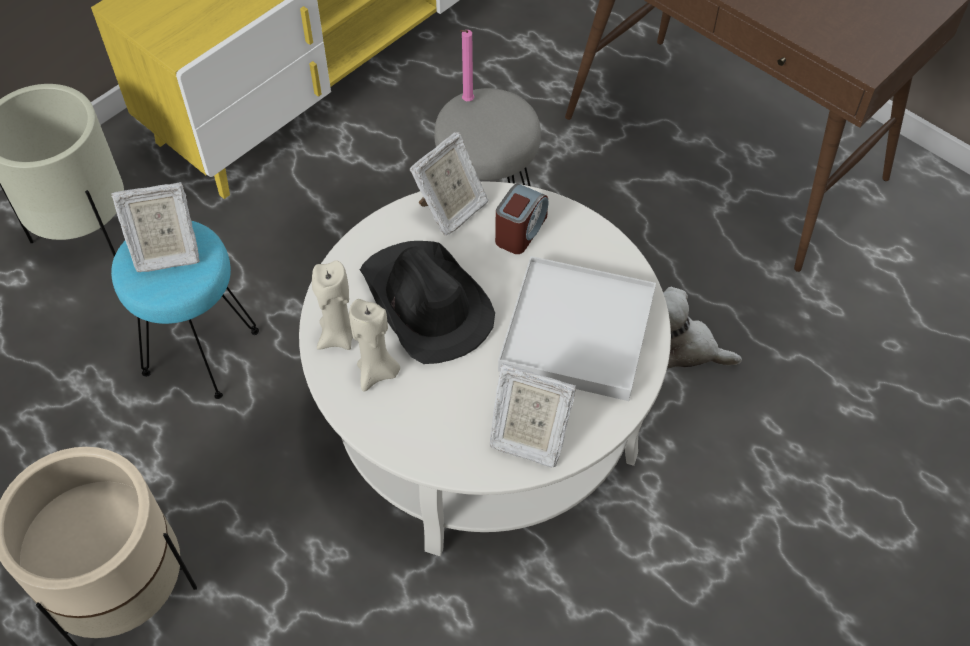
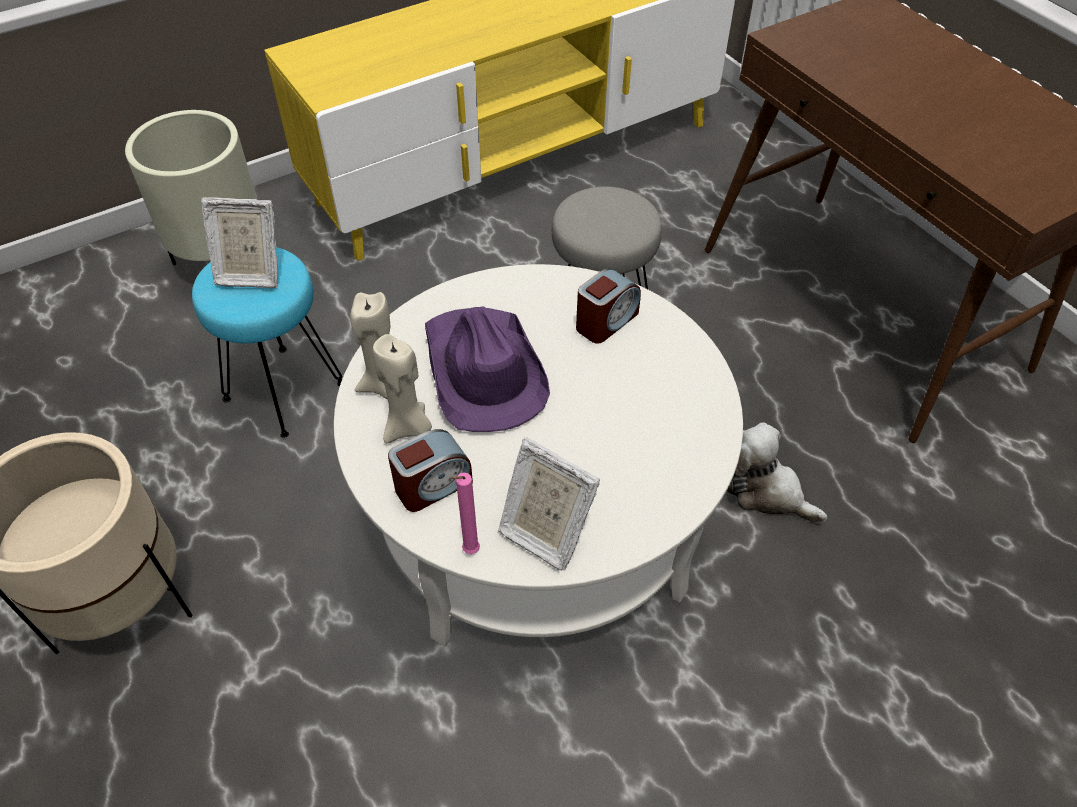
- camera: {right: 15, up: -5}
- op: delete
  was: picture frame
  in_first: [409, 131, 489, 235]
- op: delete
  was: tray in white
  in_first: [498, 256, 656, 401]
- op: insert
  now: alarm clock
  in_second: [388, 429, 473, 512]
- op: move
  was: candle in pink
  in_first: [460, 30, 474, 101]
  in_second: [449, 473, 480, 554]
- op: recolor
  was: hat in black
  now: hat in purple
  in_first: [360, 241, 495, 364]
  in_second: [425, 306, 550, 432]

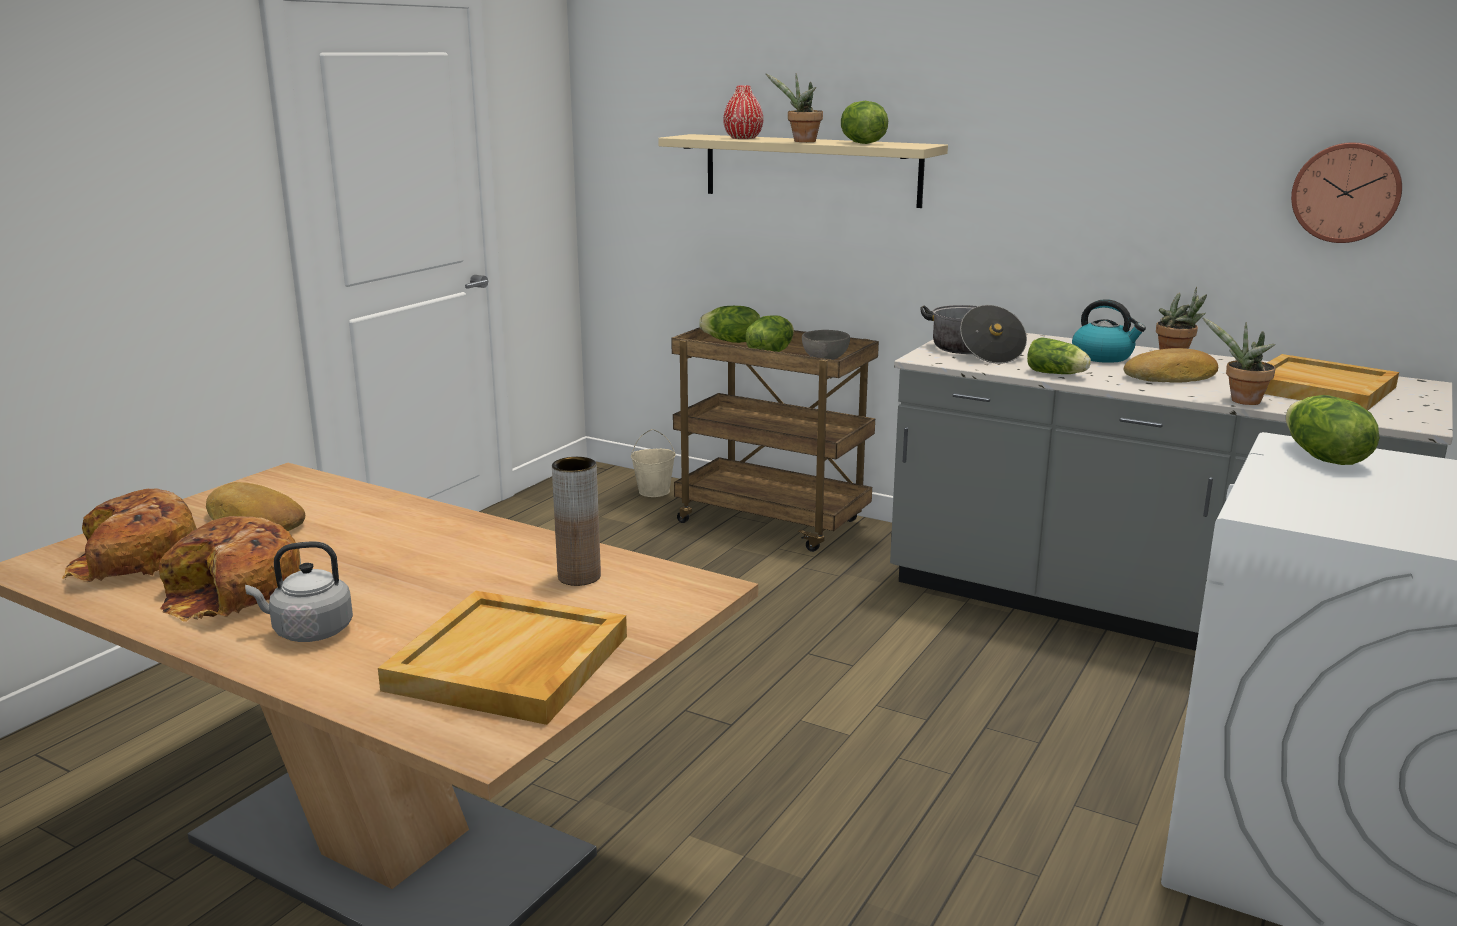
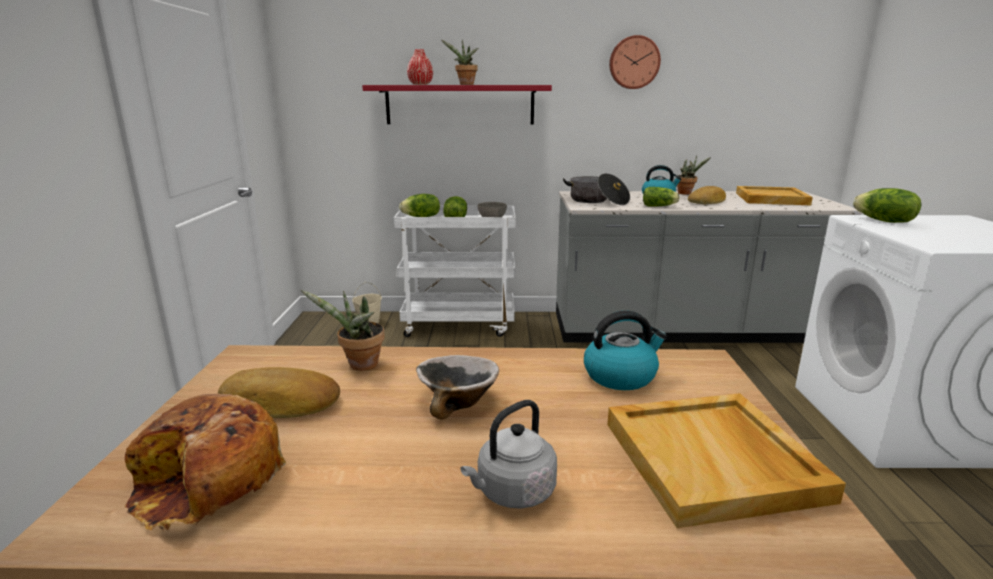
- camera: {right: -30, up: 0}
- op: delete
  was: bread
  in_first: [159, 516, 301, 622]
- op: delete
  was: lettuce
  in_first: [841, 101, 888, 144]
- op: insert
  now: bowl
  in_second: [416, 355, 499, 420]
- op: move
  was: potted plant
  in_first: [1202, 317, 1276, 405]
  in_second: [301, 290, 385, 371]
- op: move
  was: wall clock
  in_first: [1291, 142, 1402, 243]
  in_second: [609, 35, 661, 89]
- op: replace
  was: vase in brown
  now: kettle
  in_first: [552, 457, 601, 586]
  in_second: [584, 311, 668, 390]
- op: recolor
  was: shelf in beige
  now: shelf in red
  in_first: [658, 134, 948, 208]
  in_second: [362, 85, 552, 124]
- op: recolor
  was: cart in brown
  now: cart in white
  in_first: [671, 327, 879, 552]
  in_second: [393, 206, 516, 337]

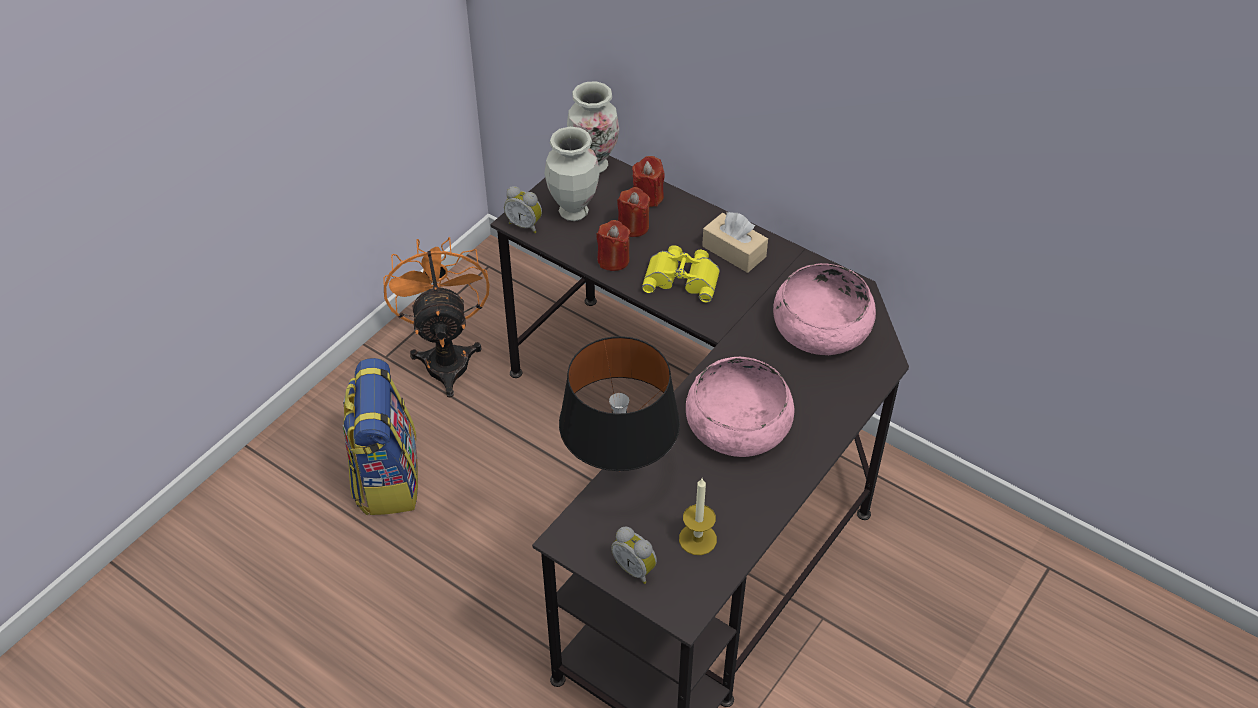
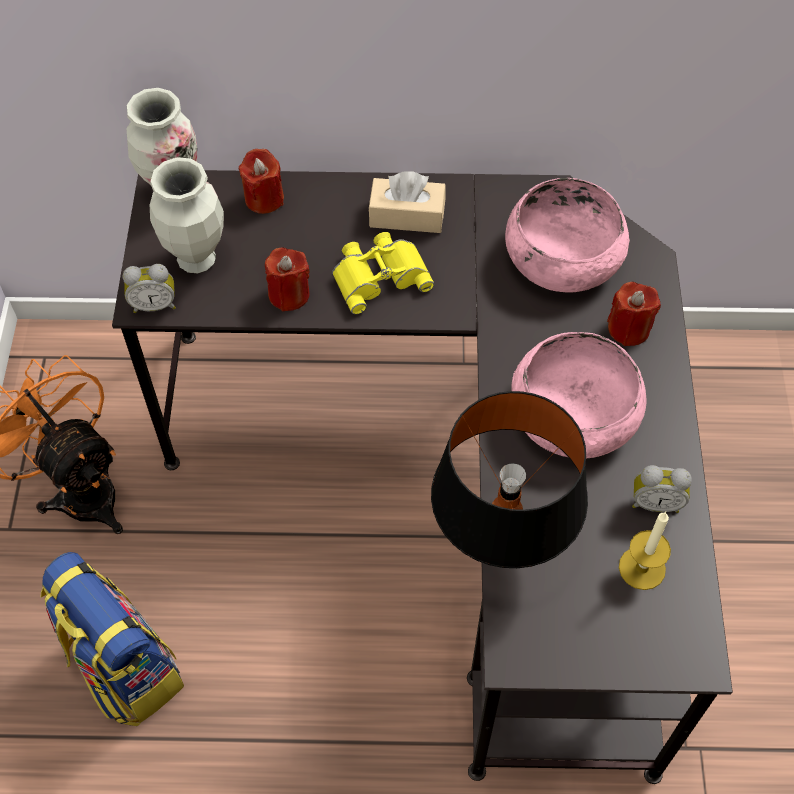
- camera: {right: -35, up: 10}
- op: move
  was: alarm clock
  in_first: [611, 526, 657, 584]
  in_second: [632, 465, 692, 513]
- op: move
  was: candle in red
  in_first: [617, 187, 650, 237]
  in_second: [607, 282, 661, 346]

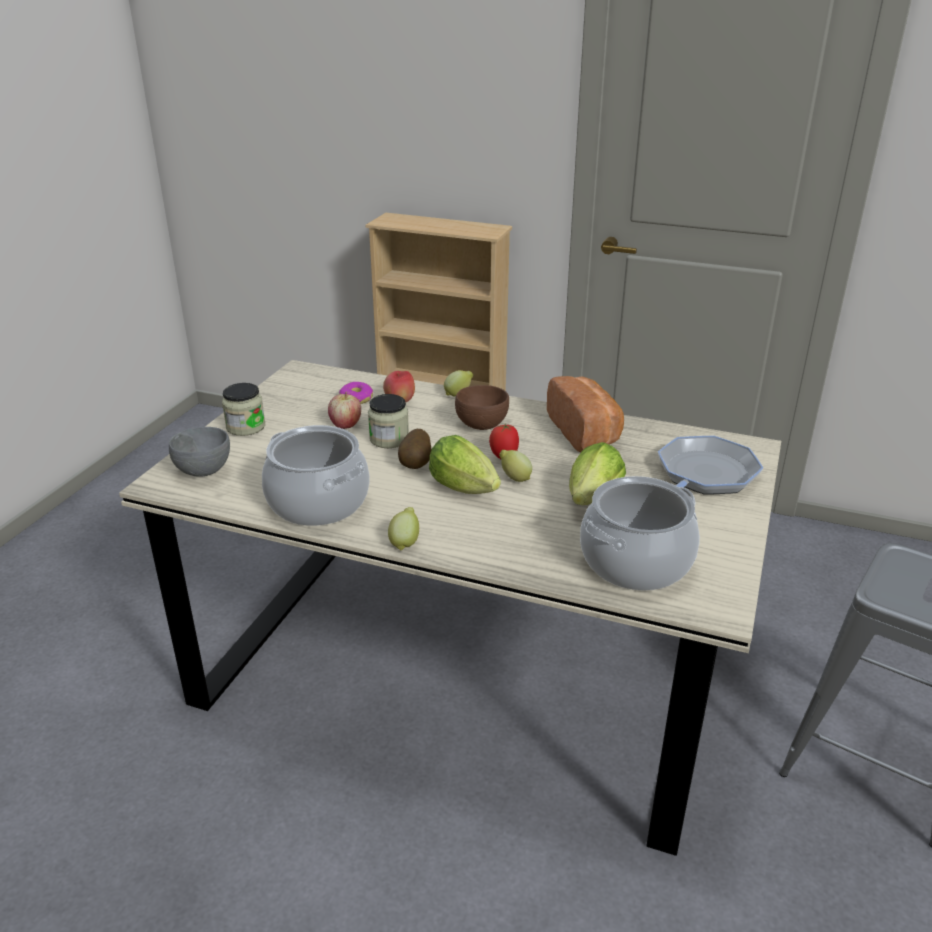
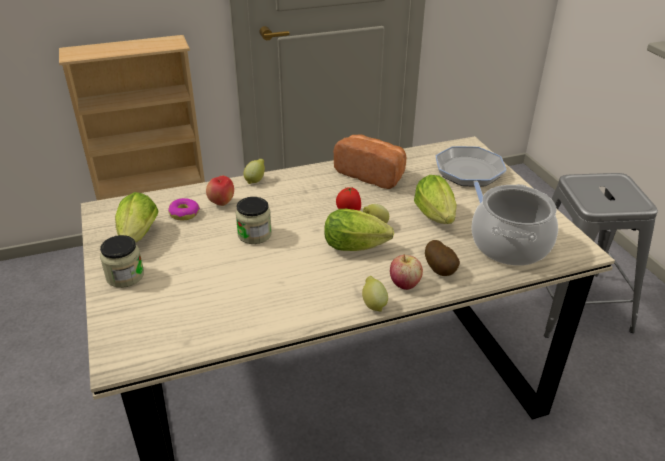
- camera: {right: -40, up: 5}
- op: delete
  was: bowl in grey
  in_first: [169, 427, 230, 477]
- op: delete
  was: cooking pot
  in_first: [262, 425, 370, 526]
- op: delete
  was: bowl in brown
  in_first: [455, 385, 509, 430]
- op: insert
  now: lettuce
  in_second: [115, 192, 159, 242]
- op: move
  was: apple
  in_first: [328, 392, 361, 429]
  in_second: [390, 254, 423, 290]
- op: move
  was: potato
  in_first: [398, 429, 432, 469]
  in_second: [425, 240, 460, 276]

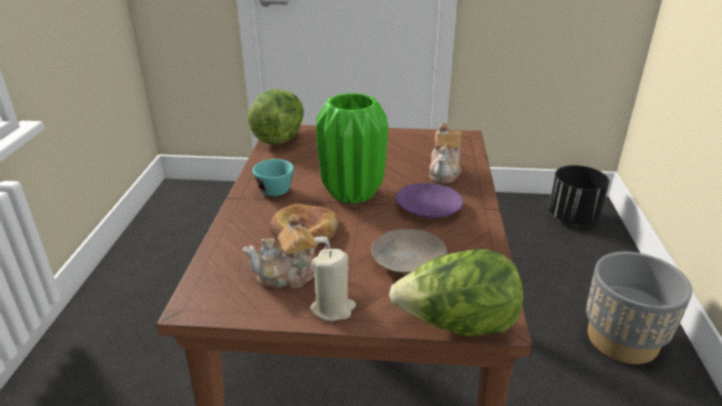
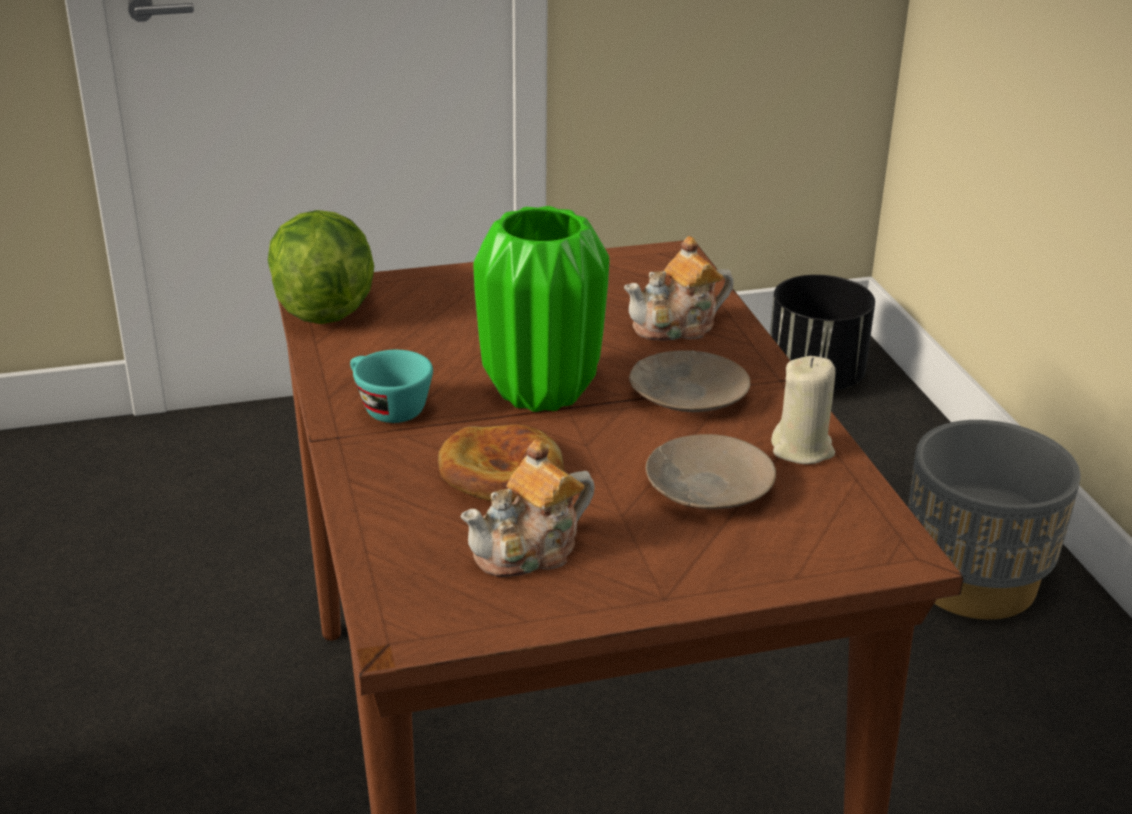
- camera: {right: -20, up: 0}
- op: delete
  was: lettuce
  in_first: [389, 249, 523, 336]
- op: move
  was: candle in beige
  in_first: [310, 249, 356, 321]
  in_second: [771, 356, 835, 464]
- op: recolor
  was: plate in purple
  now: plate in beige
  in_first: [396, 183, 463, 218]
  in_second: [629, 350, 750, 412]
- op: rotate
  was: teapot
  in_first: [429, 123, 462, 184]
  in_second: [624, 236, 734, 341]
  clockwise: 75

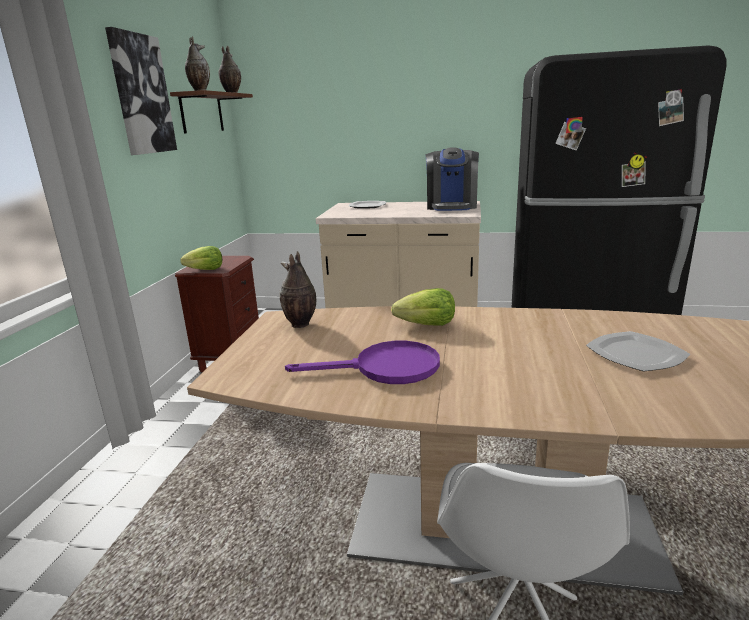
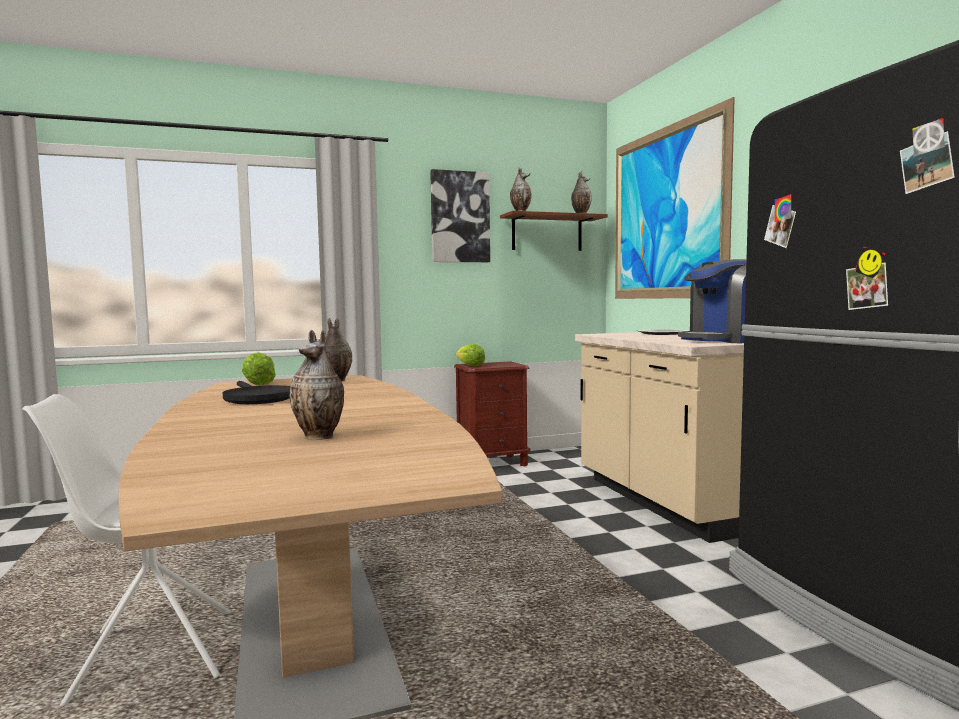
- camera: {right: 60, up: -15}
- op: insert
  now: picture
  in_second: [615, 97, 735, 299]
- op: move
  was: lettuce
  in_first: [391, 288, 455, 326]
  in_second: [242, 352, 276, 385]
- op: replace
  was: plate
  now: vase
  in_first: [586, 331, 690, 371]
  in_second: [290, 329, 344, 440]
- op: recolor
  was: frying pan in purple
  now: frying pan in black
  in_first: [285, 341, 440, 384]
  in_second: [223, 381, 290, 404]

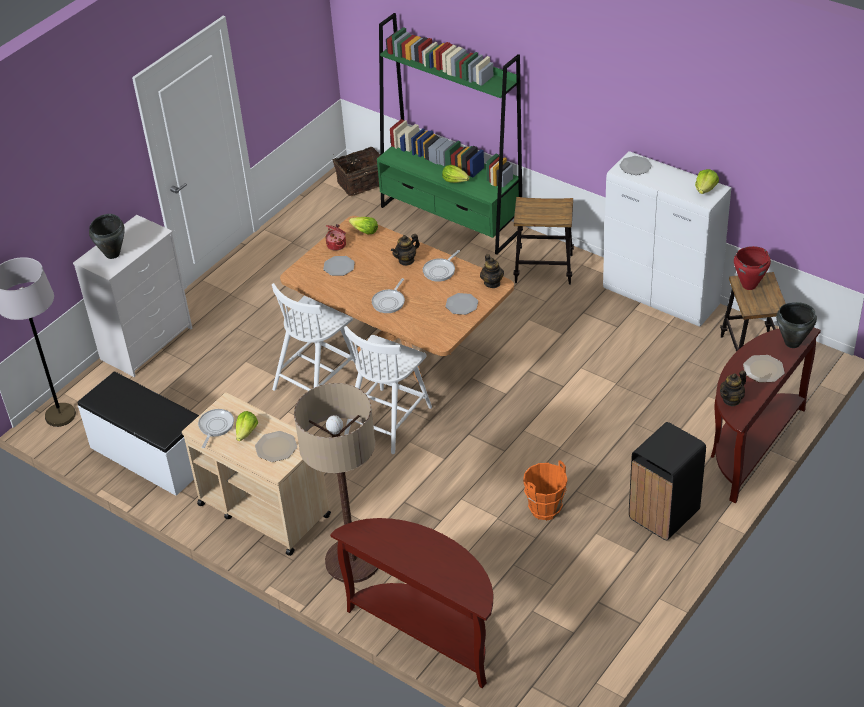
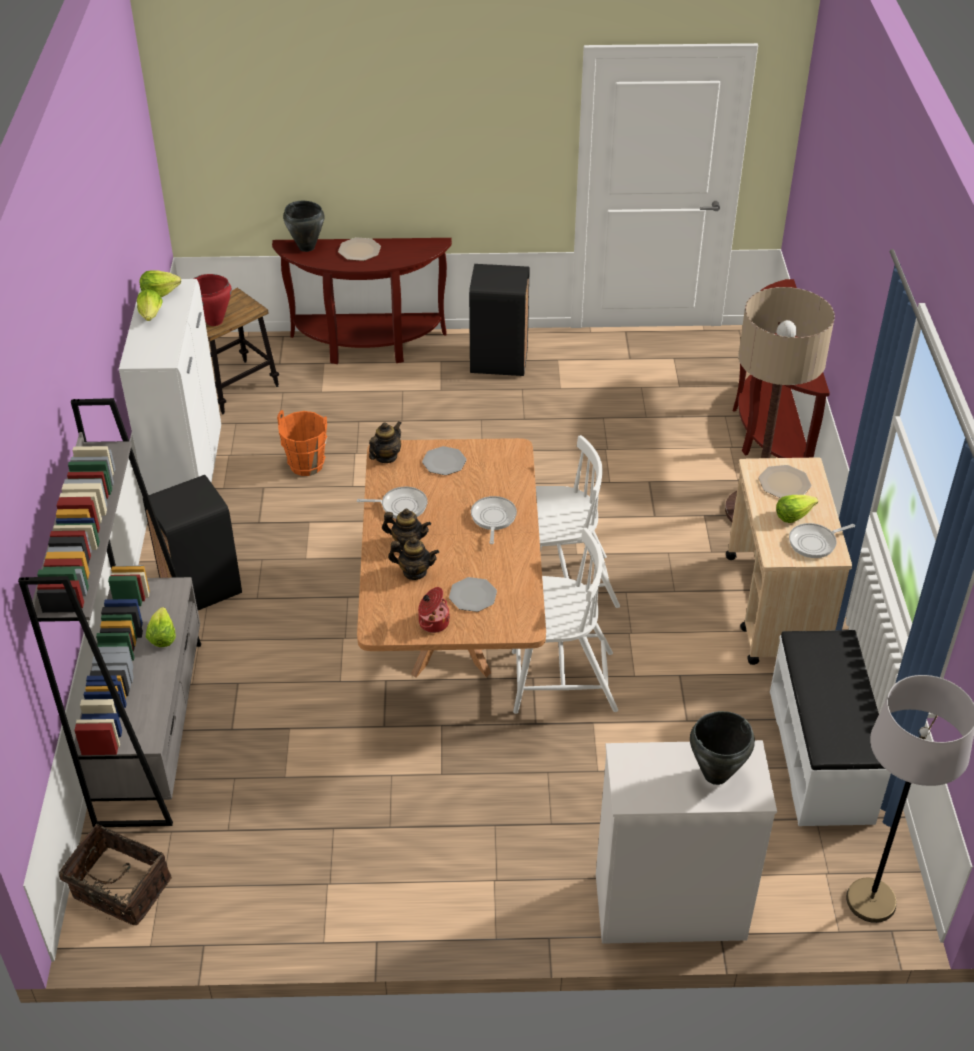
- camera: {right: -130, up: 0}
- op: delete
  was: plate
  in_first: [619, 156, 652, 175]
- op: move
  was: lettuce
  in_first: [349, 217, 378, 234]
  in_second: [137, 289, 163, 321]
- op: move
  was: bucket in orange
  in_first: [523, 460, 567, 521]
  in_second: [277, 410, 328, 476]
- op: move
  was: teapot
  in_first: [720, 370, 746, 406]
  in_second: [388, 537, 439, 580]
- op: replace
  was: stool
  now: trash can in black
  in_first: [513, 197, 574, 285]
  in_second: [143, 475, 242, 610]
- op: recolor
  was: bookcase in green
  now: bookcase in grey
  in_first: [377, 13, 523, 255]
  in_second: [18, 398, 201, 827]
- op: rotate
  was: frying pan
  in_first: [372, 278, 405, 313]
  in_second: [471, 496, 517, 544]
  clockwise: -75

